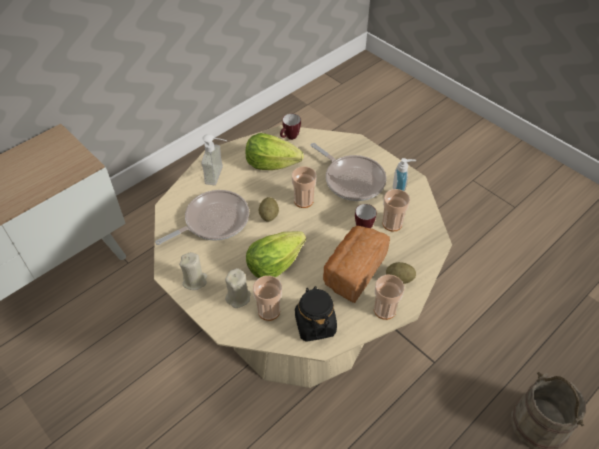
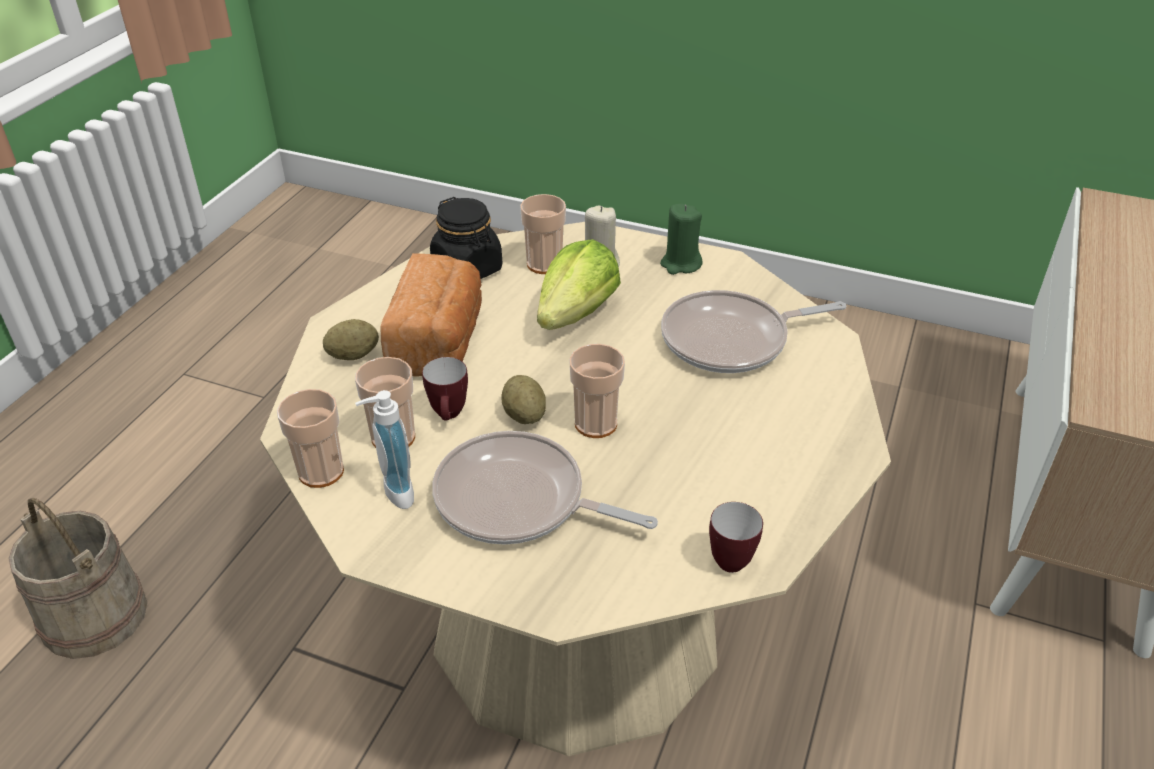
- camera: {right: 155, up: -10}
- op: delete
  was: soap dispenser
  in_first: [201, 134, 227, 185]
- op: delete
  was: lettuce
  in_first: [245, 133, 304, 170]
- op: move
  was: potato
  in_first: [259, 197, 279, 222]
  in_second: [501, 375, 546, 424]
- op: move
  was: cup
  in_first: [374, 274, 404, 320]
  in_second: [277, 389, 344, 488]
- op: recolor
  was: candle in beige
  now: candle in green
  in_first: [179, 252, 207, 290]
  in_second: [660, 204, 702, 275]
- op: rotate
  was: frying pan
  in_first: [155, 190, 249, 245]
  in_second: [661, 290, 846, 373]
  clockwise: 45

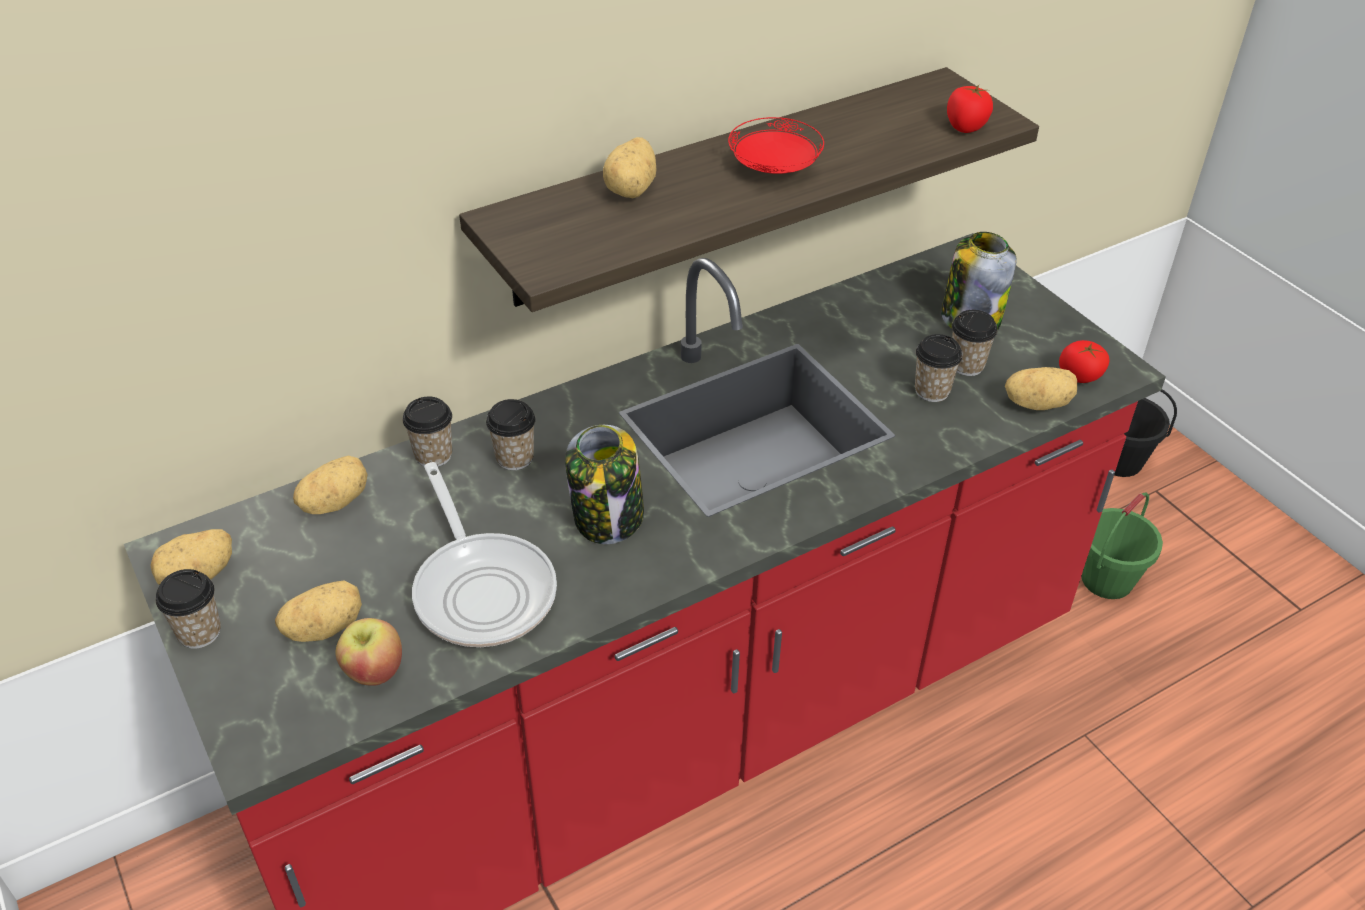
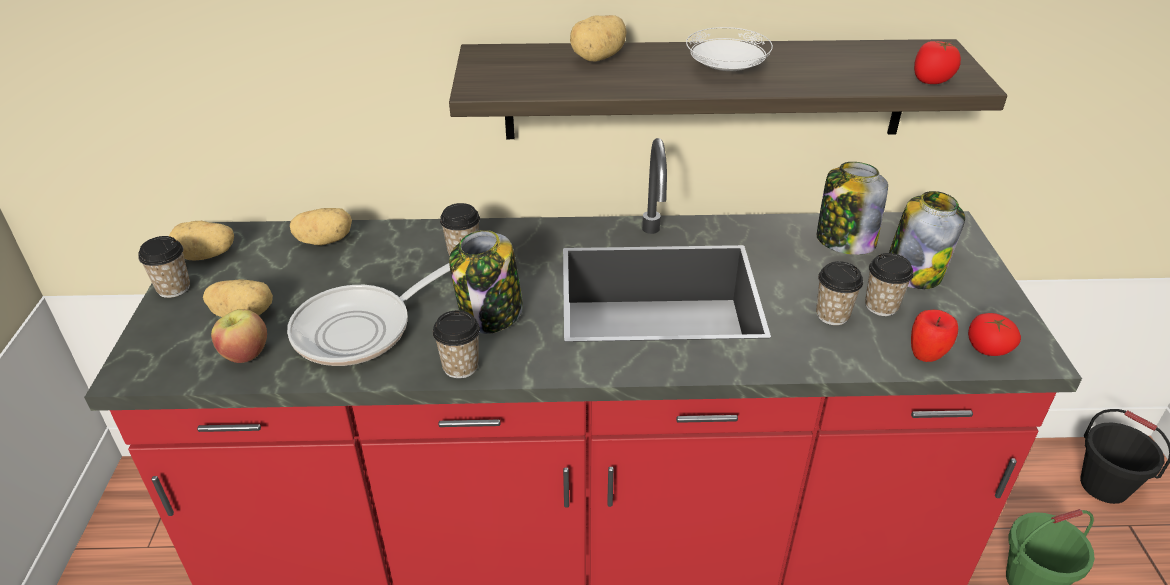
- camera: {right: 30, up: -5}
- op: insert
  now: jar
  in_second: [817, 162, 888, 255]
- op: move
  was: cup
  in_first: [403, 397, 452, 467]
  in_second: [433, 310, 480, 378]
- op: replace
  was: potato
  now: apple
  in_first: [1005, 367, 1077, 410]
  in_second: [911, 310, 958, 362]
- op: recolor
  was: plate in red
  now: plate in white
  in_first: [728, 117, 824, 174]
  in_second: [686, 27, 773, 71]
- op: rotate
  was: frying pan
  in_first: [412, 462, 557, 647]
  in_second: [287, 263, 450, 366]
  clockwise: 45

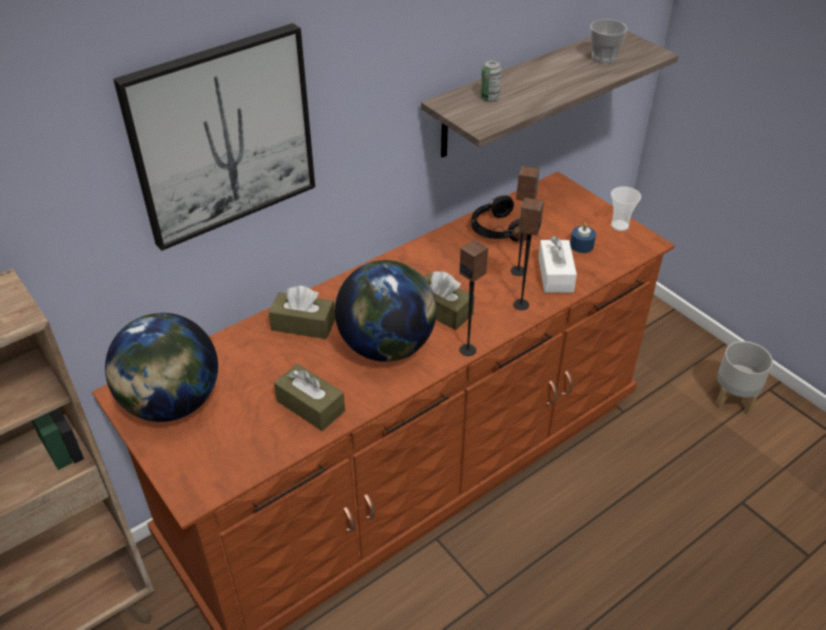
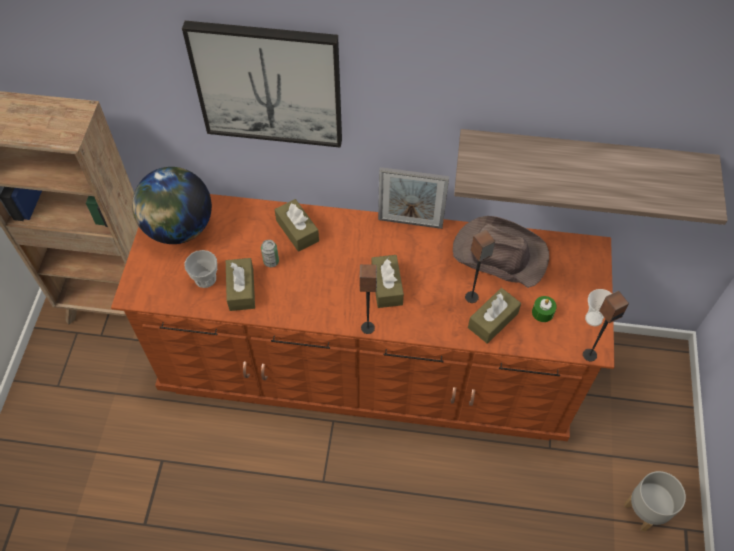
- camera: {right: 45, up: 15}
- op: delete
  was: globe
  in_first: [335, 260, 436, 362]
- op: insert
  now: picture frame
  in_second: [378, 167, 449, 229]
- op: move
  was: can
  in_first: [480, 60, 502, 102]
  in_second: [261, 240, 279, 267]
- op: move
  was: speaker
  in_first: [513, 198, 544, 310]
  in_second: [583, 291, 629, 361]
- op: move
  was: cup
  in_first: [590, 19, 627, 63]
  in_second: [184, 250, 217, 288]
- op: replace
  was: headphones in black
  now: hat in brown
  in_first: [471, 195, 527, 241]
  in_second: [453, 216, 549, 288]
- op: recolor
  was: tissue box in white
  now: tissue box in brown
  in_first: [538, 236, 577, 293]
  in_second: [468, 288, 521, 344]
- op: recolor
  was: candle in blue
  now: candle in green
  in_first: [570, 223, 596, 253]
  in_second: [532, 296, 557, 322]

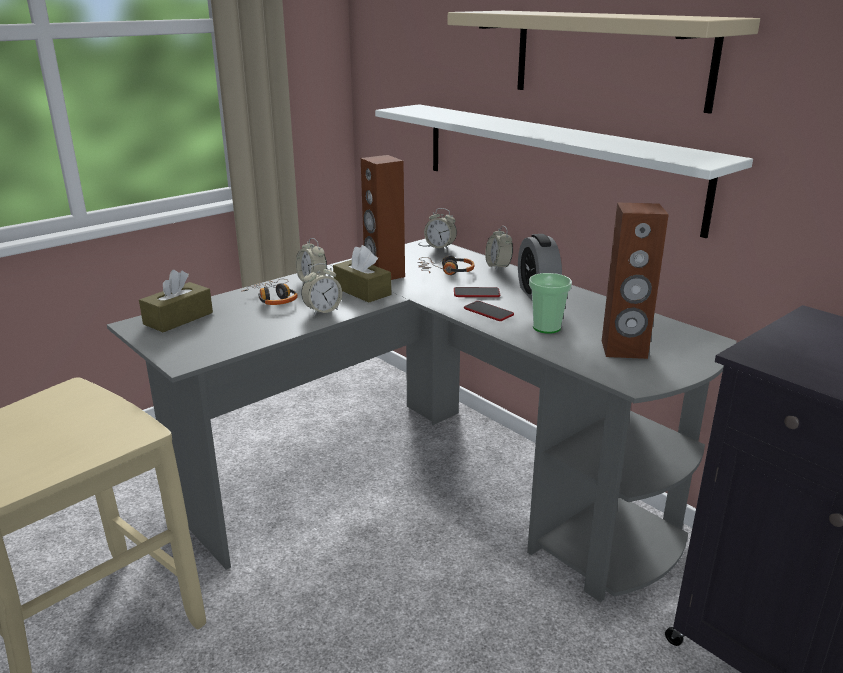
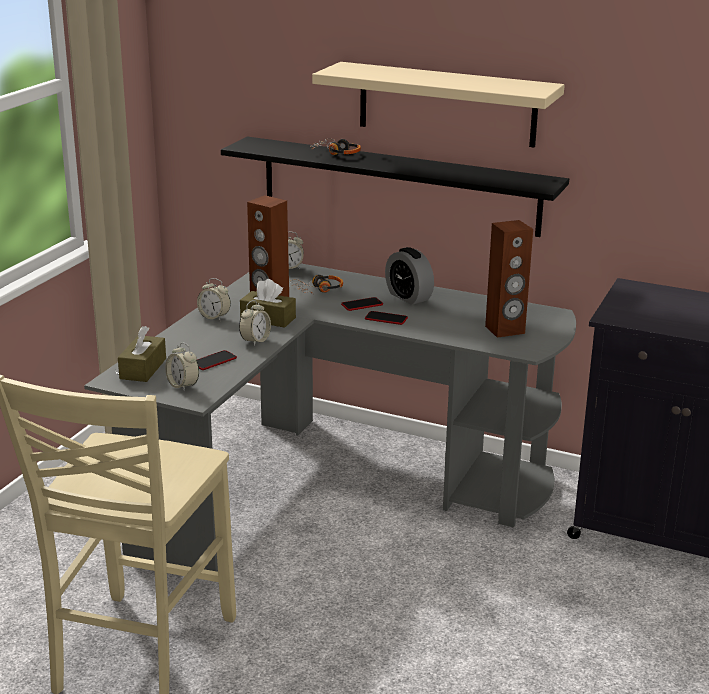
- camera: {right: -25, up: 0}
- op: delete
  was: cup
  in_first: [529, 273, 572, 334]
- op: insert
  now: phone
  in_second: [197, 350, 237, 370]
- op: move
  was: headphones
  in_first: [241, 279, 298, 305]
  in_second: [310, 139, 361, 156]
- op: move
  was: alarm clock
  in_first: [485, 226, 513, 270]
  in_second: [165, 342, 199, 392]
- op: recolor
  was: shelf in white
  now: shelf in black
  in_first: [375, 104, 753, 238]
  in_second: [221, 137, 569, 237]

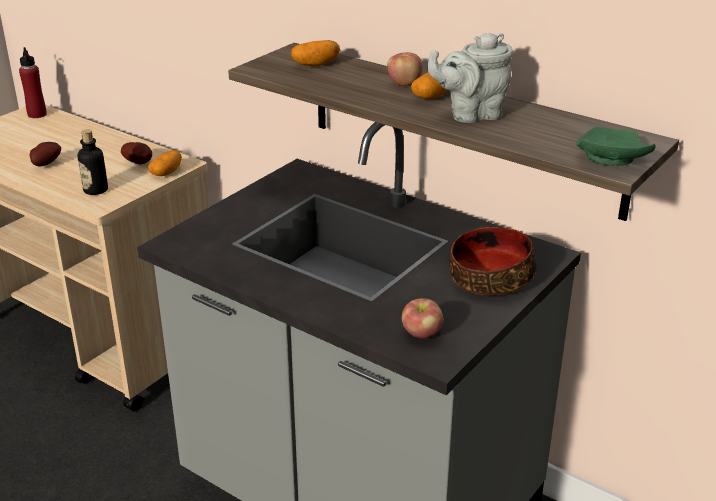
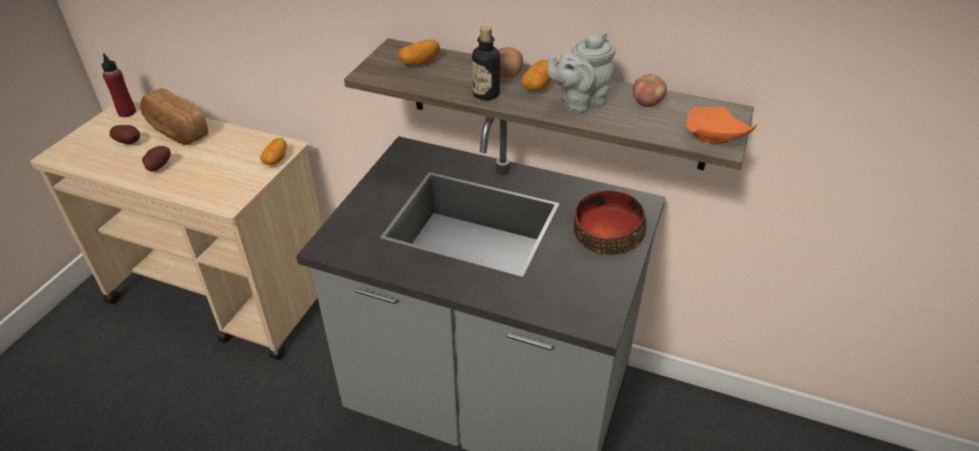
- camera: {right: -15, up: 10}
- op: insert
  now: bread
  in_second: [140, 88, 208, 145]
- op: move
  was: bottle
  in_first: [77, 130, 108, 195]
  in_second: [472, 26, 500, 100]
- op: move
  was: potato
  in_first: [121, 142, 152, 164]
  in_second: [109, 125, 140, 144]
- op: move
  was: apple
  in_first: [402, 298, 443, 339]
  in_second: [633, 74, 667, 107]
- op: recolor
  was: plate in green
  now: plate in orange
  in_first: [576, 126, 655, 166]
  in_second: [686, 106, 757, 144]

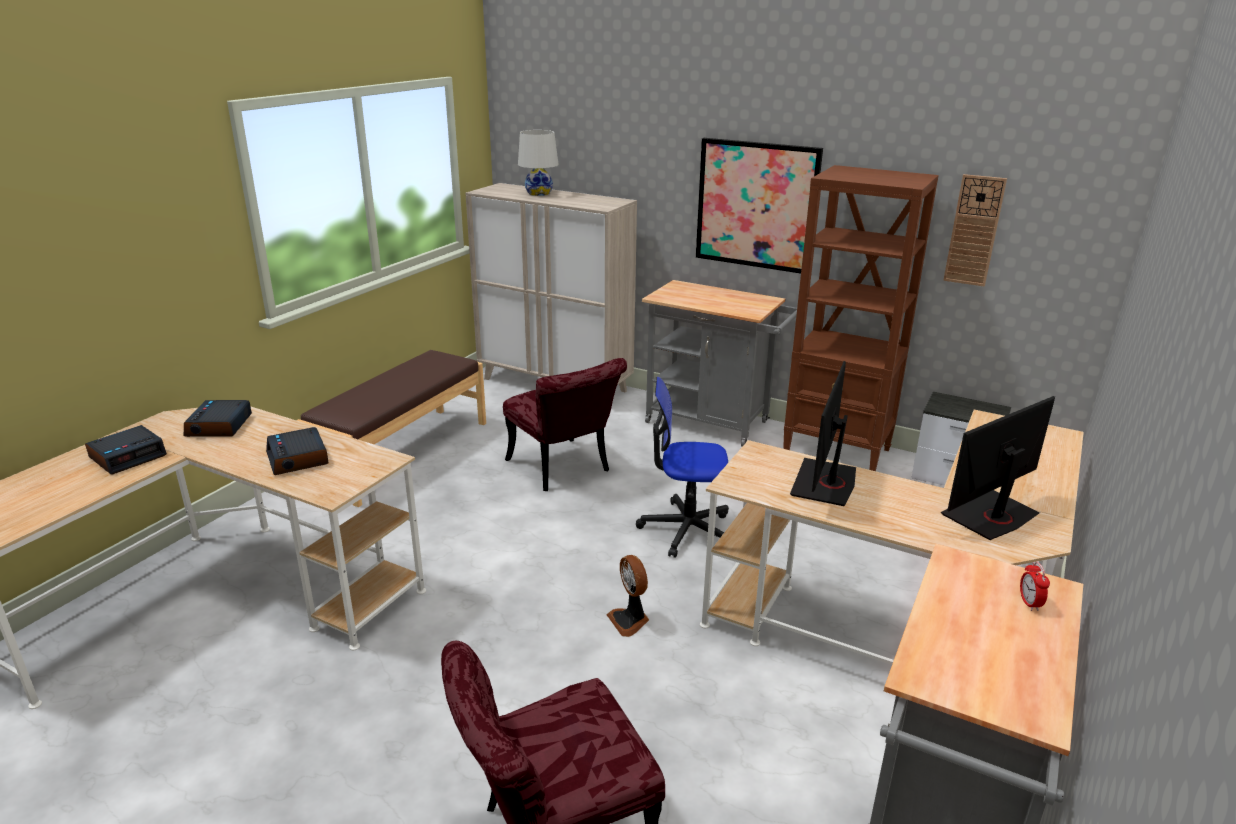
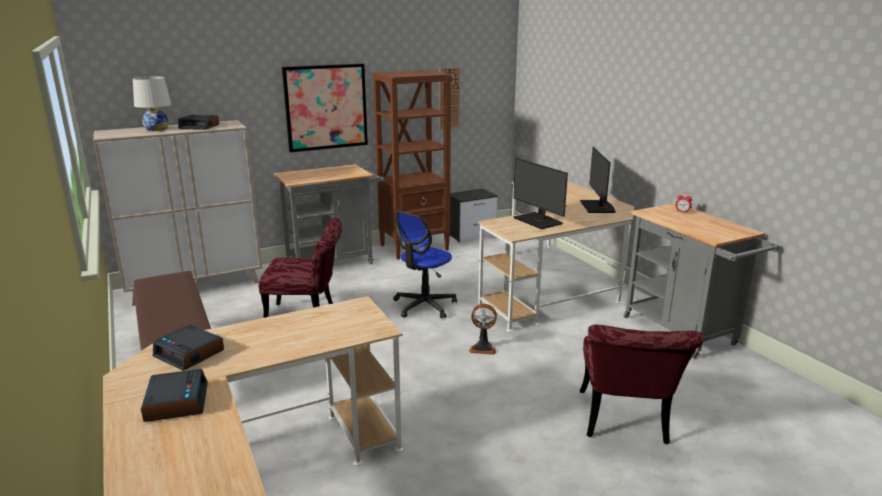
- camera: {right: -55, up: -5}
- op: move
  was: alarm clock
  in_first: [266, 427, 329, 475]
  in_second: [178, 115, 219, 130]

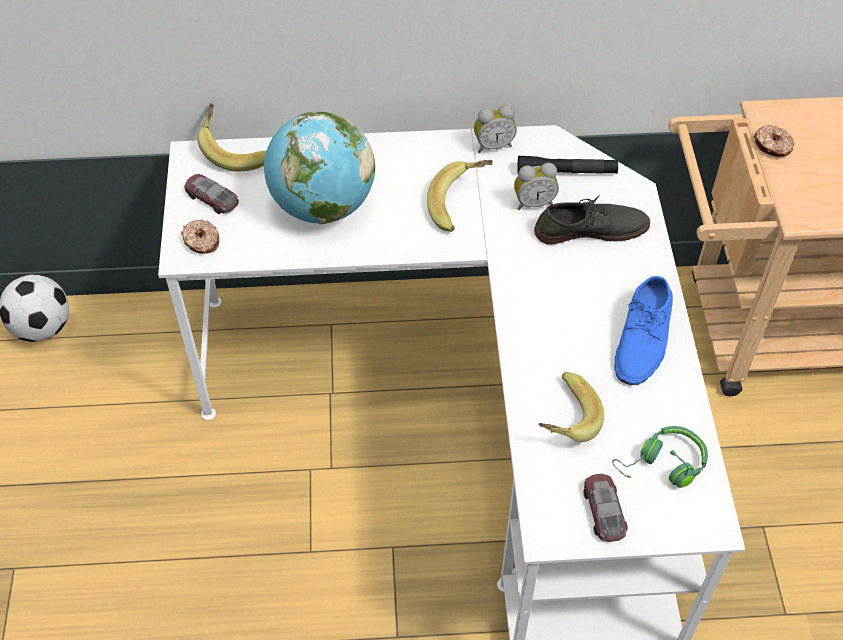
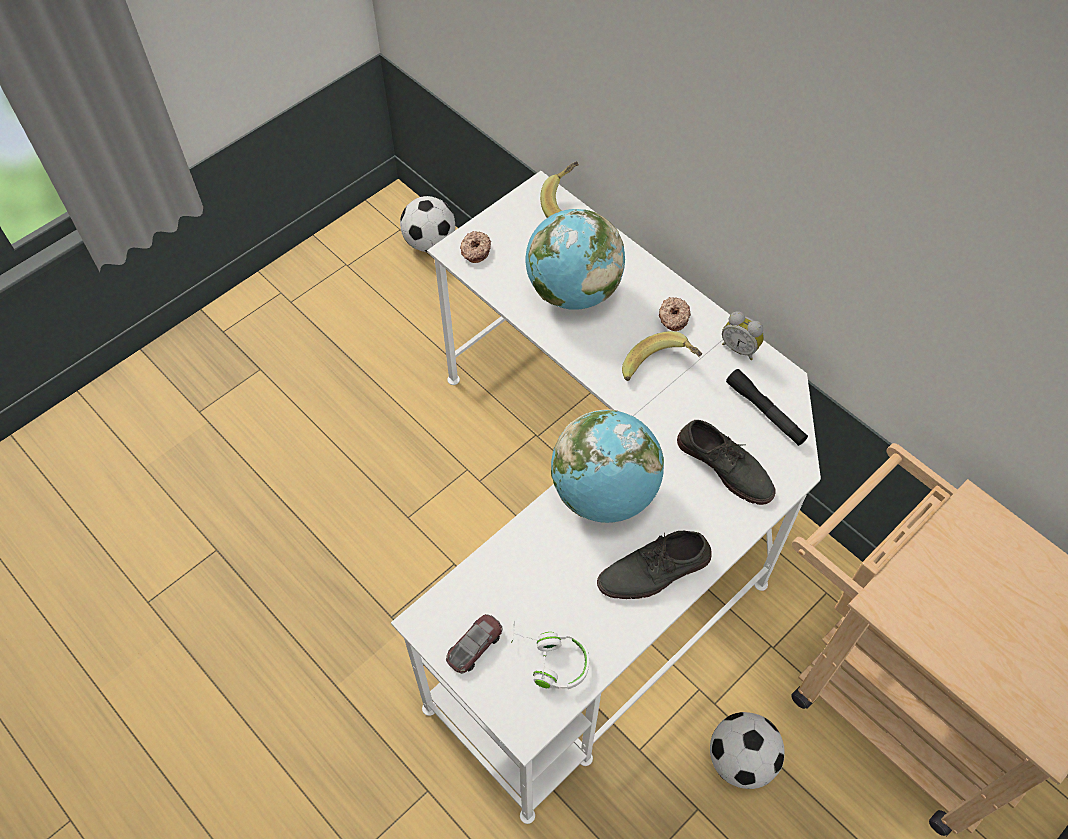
- camera: {right: 50, up: 5}
- op: delete
  was: toy car
  in_first: [184, 174, 239, 214]
- op: delete
  was: alarm clock
  in_first: [514, 163, 559, 210]
- op: delete
  was: banana
  in_first: [539, 372, 604, 442]
- op: insert
  now: globe
  in_second: [551, 409, 664, 523]
- op: insert
  now: football
  in_second: [710, 712, 785, 789]
- op: move
  was: donut
  in_first: [754, 125, 795, 157]
  in_second: [659, 297, 691, 331]
- op: recolor
  was: headphones in green
  now: headphones in white
  in_first: [612, 426, 708, 488]
  in_second: [511, 621, 589, 689]
- op: recolor
  was: shoe in blue
  now: shoe in grey
  in_first: [614, 276, 673, 385]
  in_second: [597, 531, 712, 599]

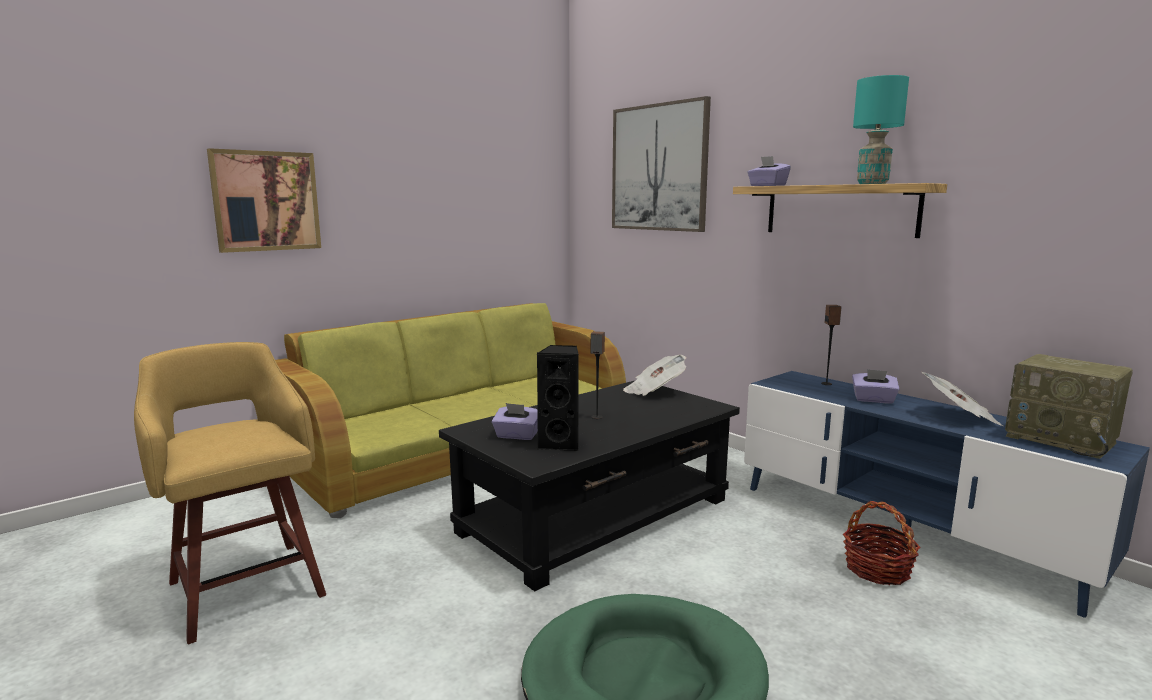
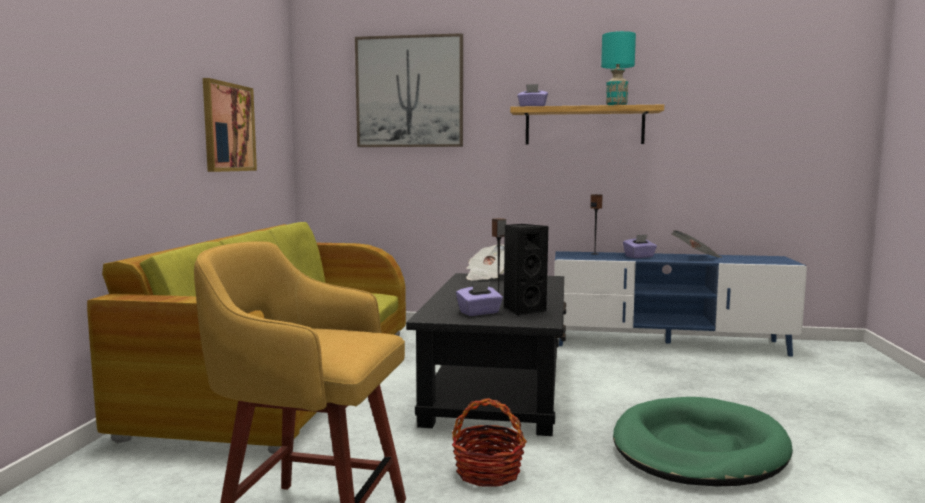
- camera: {right: -40, up: -5}
- op: delete
  was: radio
  in_first: [1005, 354, 1133, 459]
- op: move
  was: picture
  in_first: [207, 148, 321, 253]
  in_second: [203, 78, 257, 172]
- op: move
  was: basket
  in_first: [843, 501, 920, 585]
  in_second: [452, 398, 527, 487]

